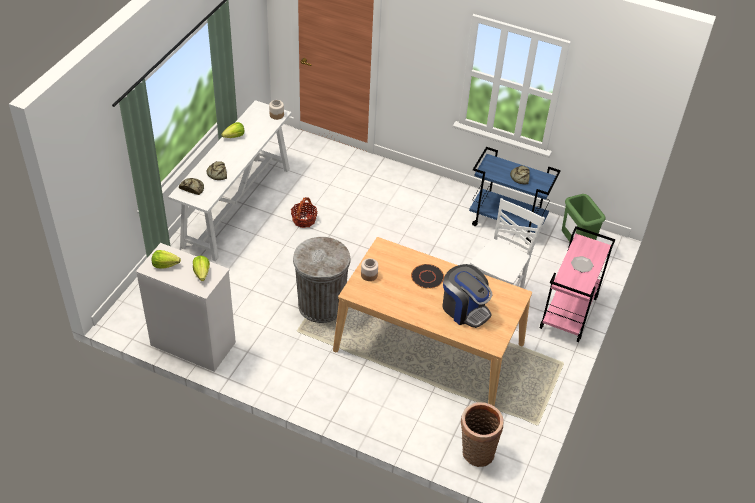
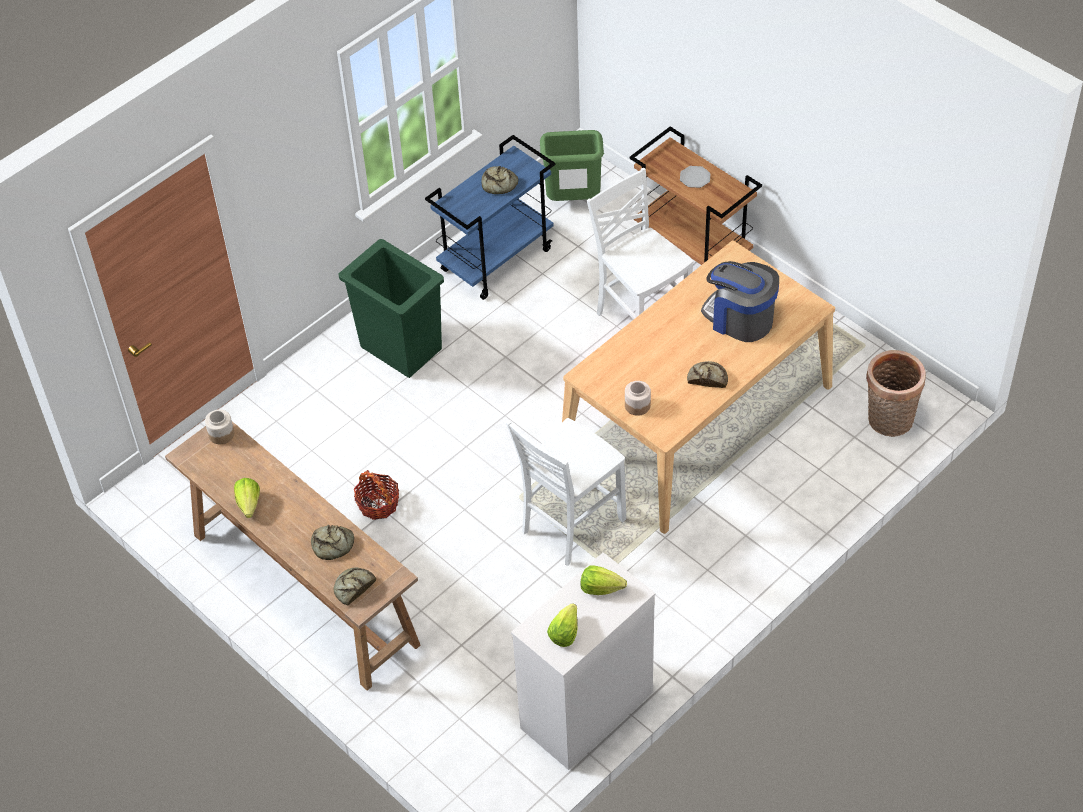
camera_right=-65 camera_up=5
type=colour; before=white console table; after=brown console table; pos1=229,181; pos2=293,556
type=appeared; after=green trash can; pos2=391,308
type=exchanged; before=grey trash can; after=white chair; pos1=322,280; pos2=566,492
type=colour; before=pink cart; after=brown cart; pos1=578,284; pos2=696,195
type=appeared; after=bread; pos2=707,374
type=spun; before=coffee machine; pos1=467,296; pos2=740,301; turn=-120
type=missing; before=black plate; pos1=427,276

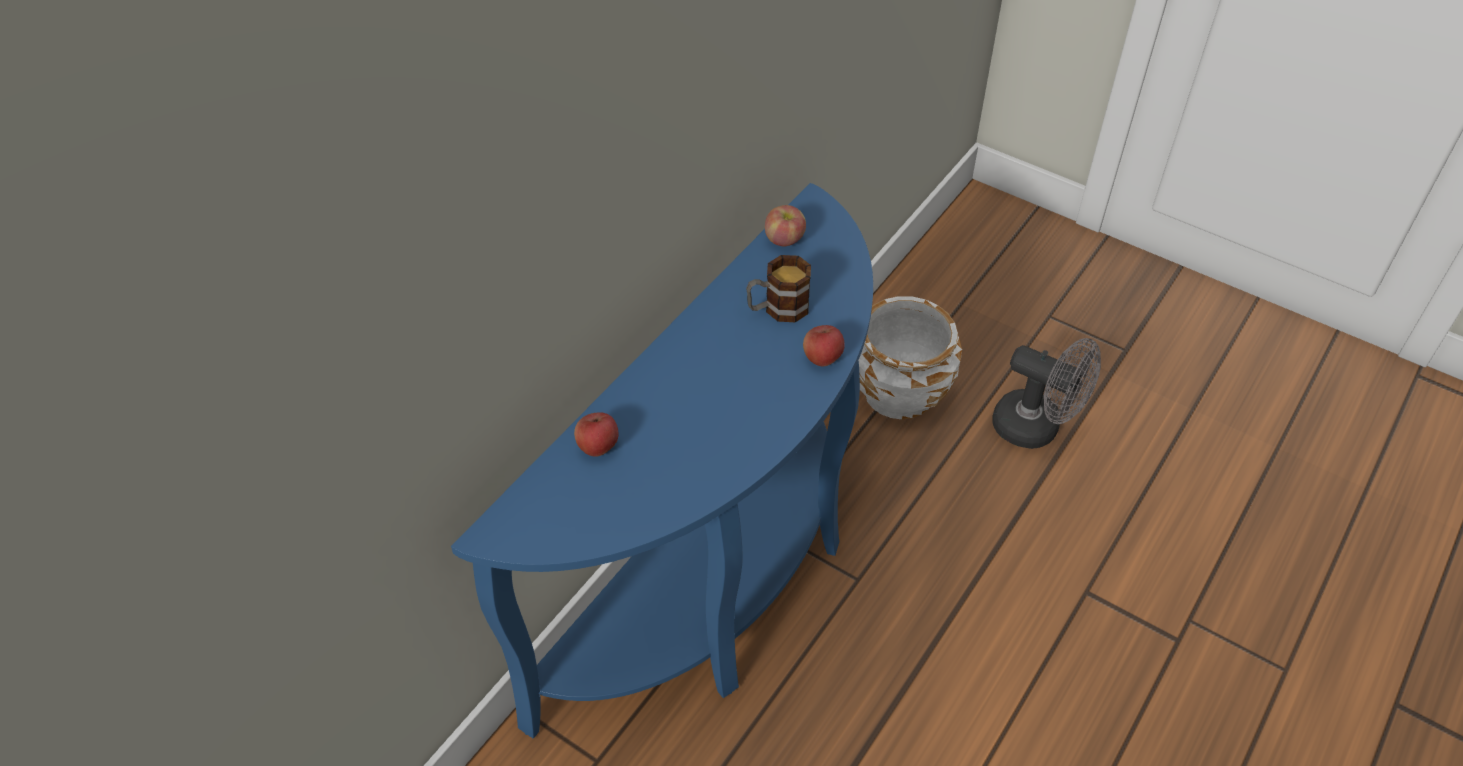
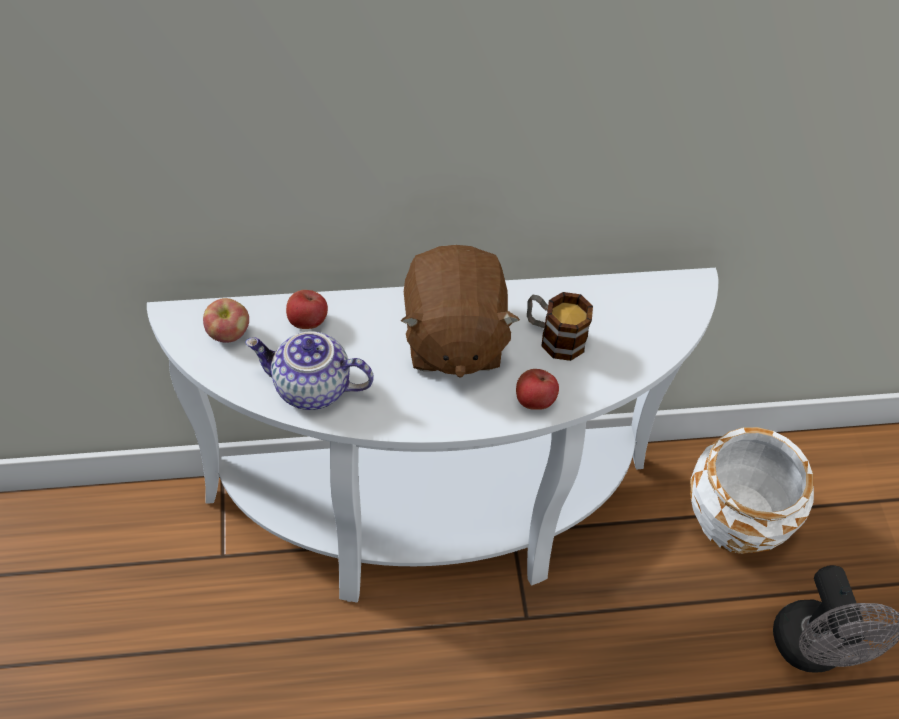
camera_right=45 camera_up=5
type=colour; before=blue console table; after=white console table; pos1=662,460; pos2=432,435
type=relocated; before=apple; pos1=785,225; pos2=226,320
type=appeared; after=teapot; pos2=309,370
type=appeared; after=brown plush toy; pos2=460,311

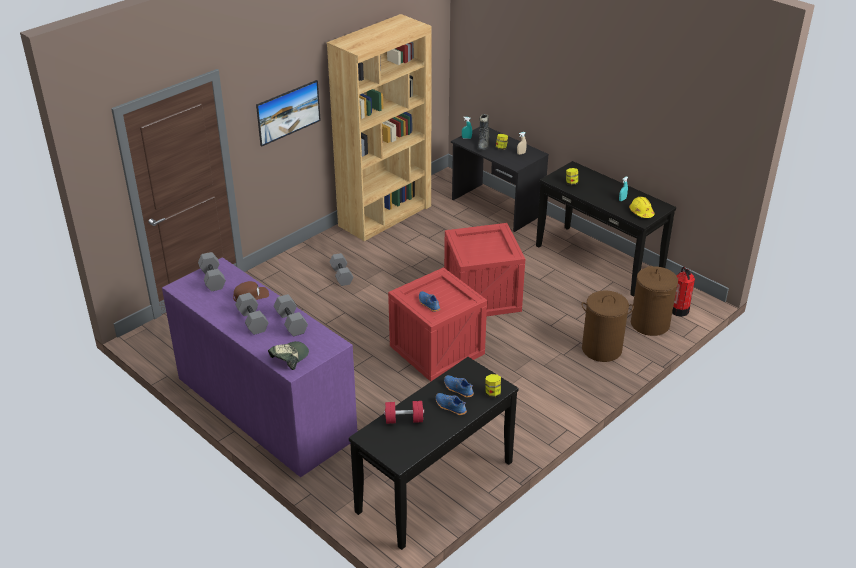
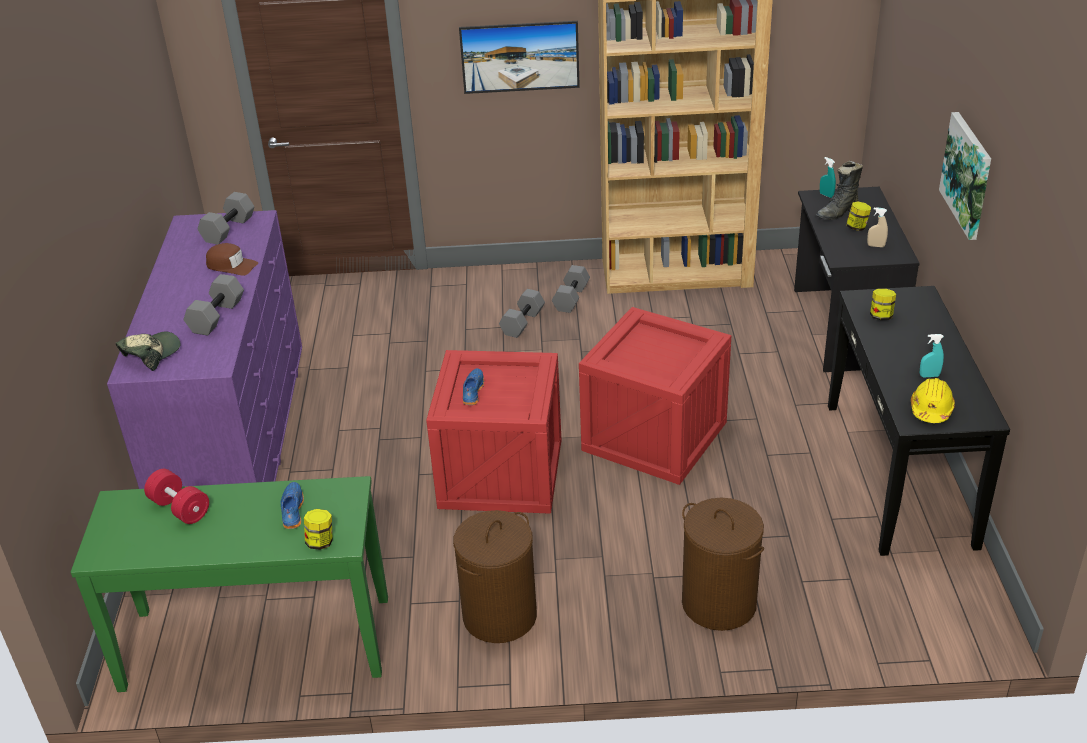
camera_right=45 camera_up=0
type=colour; before=black console table; after=green console table; pos1=434,453; pos2=229,584
type=spun; before=cap; pos1=288,355; pos2=148,351; turn=-45
type=relocated; before=brown laundry basket; pos1=654,301; pos2=495,576
type=relocated; before=grey dumbbell; pos1=252,314; pos2=571,289
type=appeared; after=picture; pos2=965,176
type=missing; before=blue shoe; pos1=451,404
type=missing; before=fire extinguisher; pos1=683,292

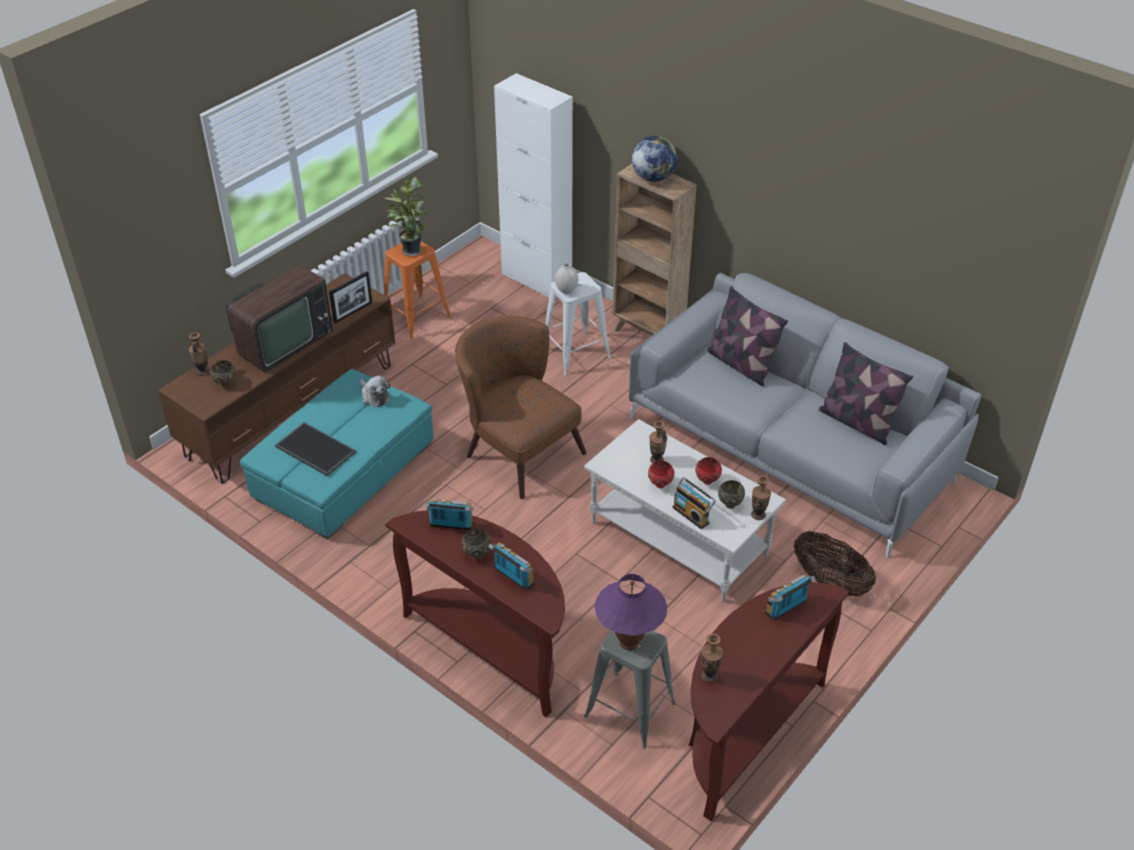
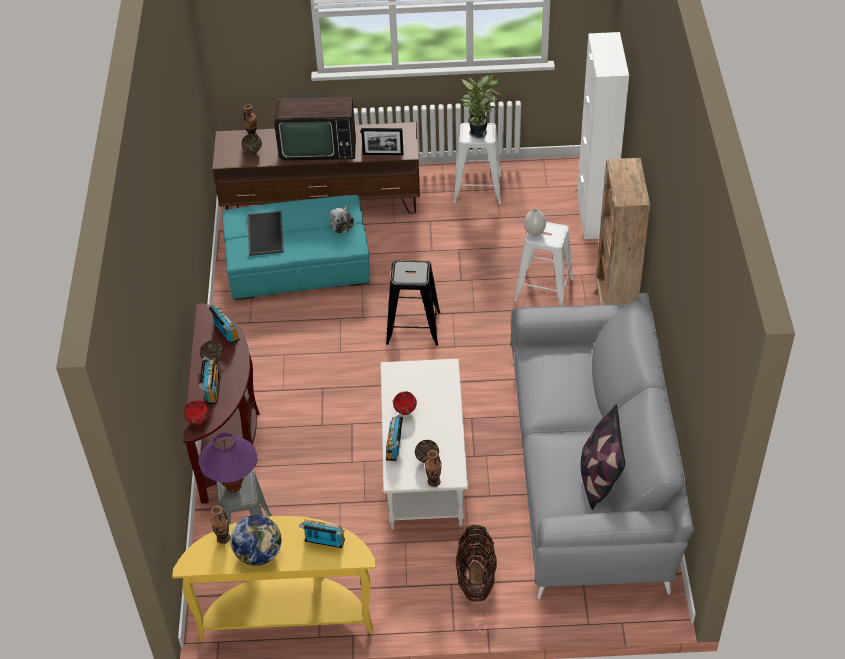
camera_right=50 camera_up=5
type=colour; before=brown console table; after=yellow console table; pos1=769,701; pos2=274,579
type=relocated; before=red bowl; pos1=708,471; pos2=196,413
type=relocated; before=globe; pos1=654,159; pos2=255,540
type=exchanged; before=brown armchair; after=black stool; pos1=521,407; pos2=413,303
type=colour; before=orange stool; after=white stool; pos1=417,290; pos2=477,163
type=missing; before=vase; pos1=658,442
type=missing; before=pillow; pos1=747,336

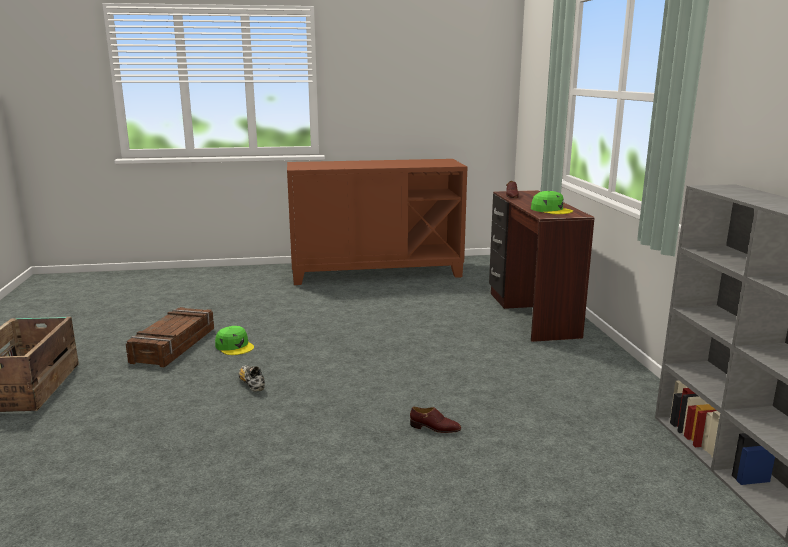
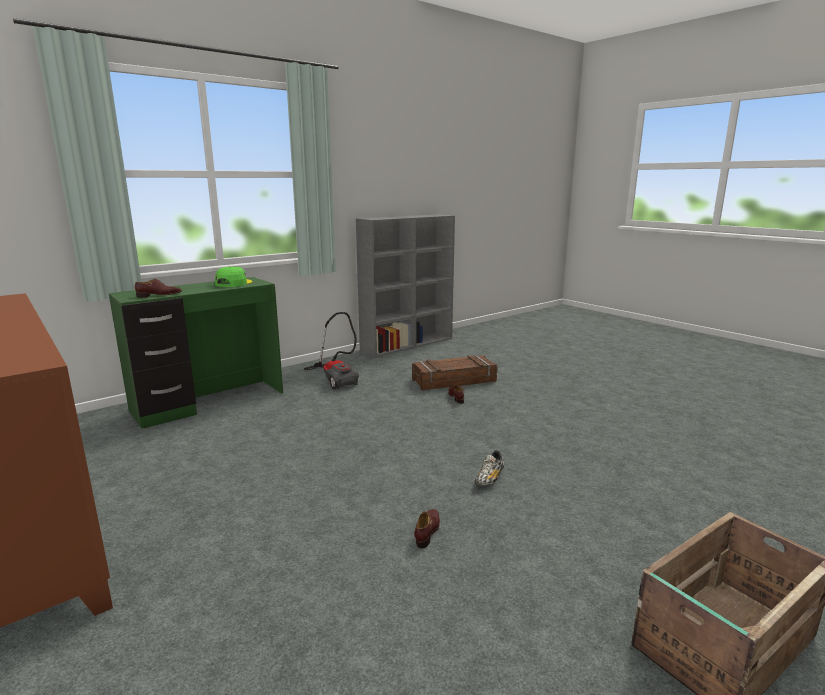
camera_right=-120 camera_up=0
type=colour; before=brown desk; after=green desk; pos1=542,266; pos2=196,353
type=appeared; after=vacuum cleaner; pos2=331,350
type=relocated; before=crate; pos1=170,337; pos2=455,373
type=exchanged; before=green cap; after=brown shoe; pos1=234,340; pos2=427,528

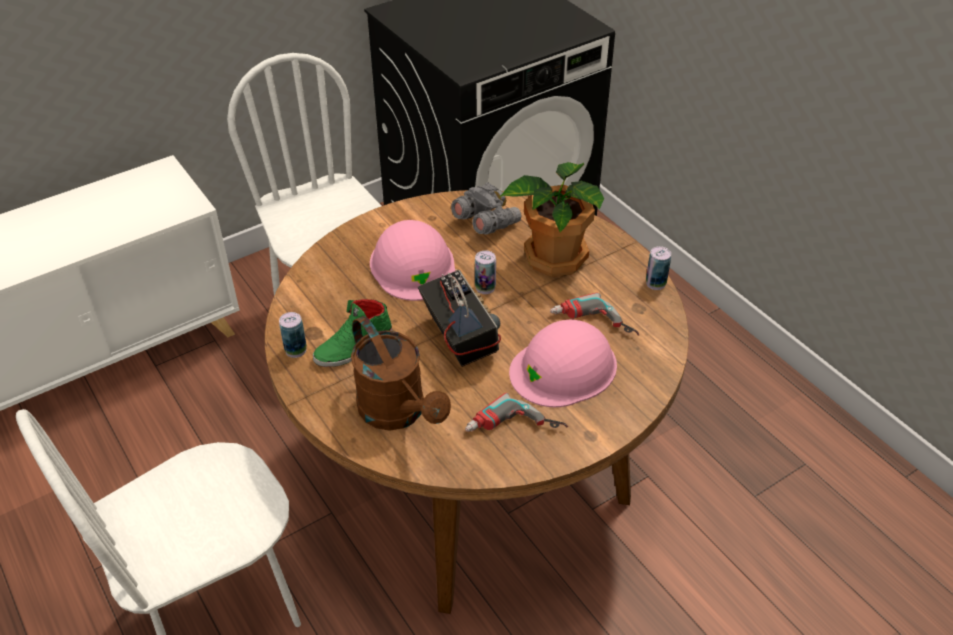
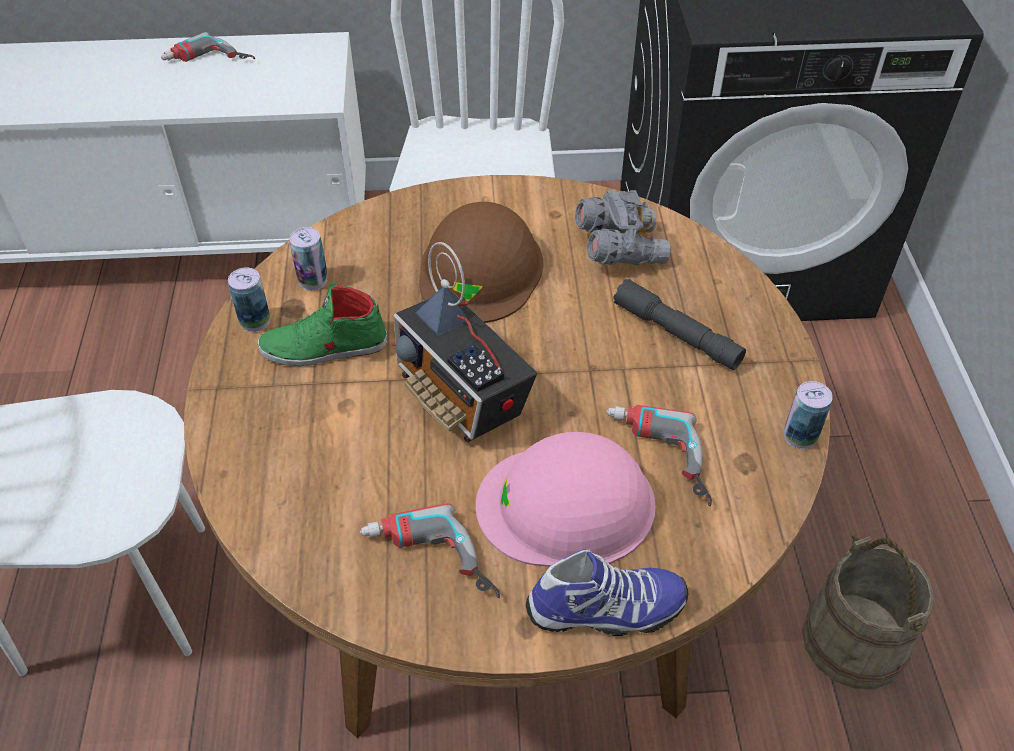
camera_right=30 camera_up=5
type=appeared; after=power drill; pos2=208,47
type=relocated; before=can; pos1=485,272; pos2=309,259
type=spun; before=radio; pos1=459,318; pos2=464,342; turn=135
type=colour; before=pink hard hat; after=brown hard hat; pos1=412,260; pos2=481,262
type=appeared; after=shoe; pos2=607,592
type=exchanged; before=potted plant; after=grey flashlight; pos1=552,219; pos2=679,324
type=appeared; after=beige bucket; pos2=868,611
type=missing; before=brown watering can; pos1=401,373

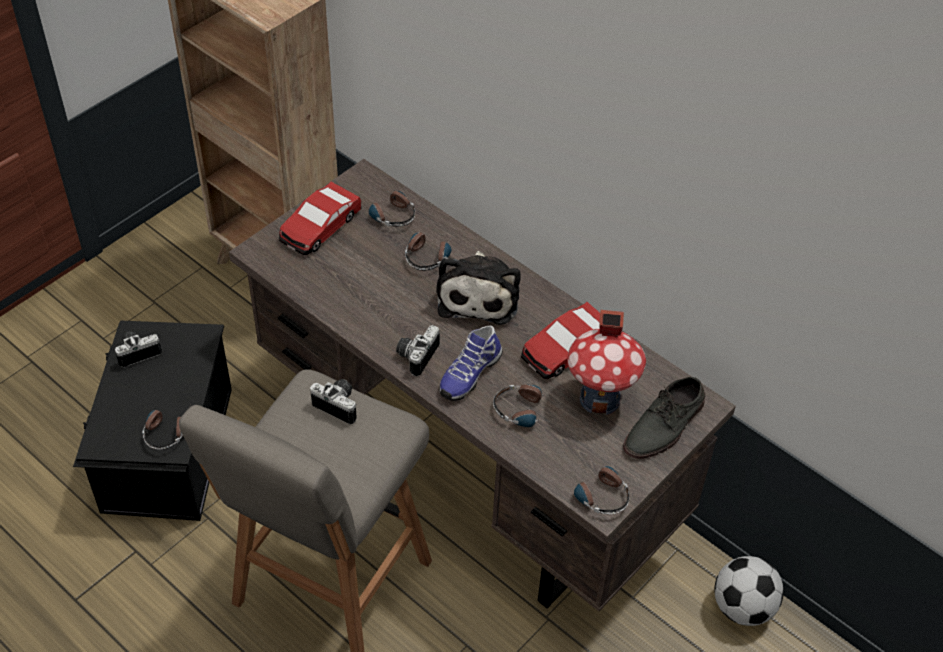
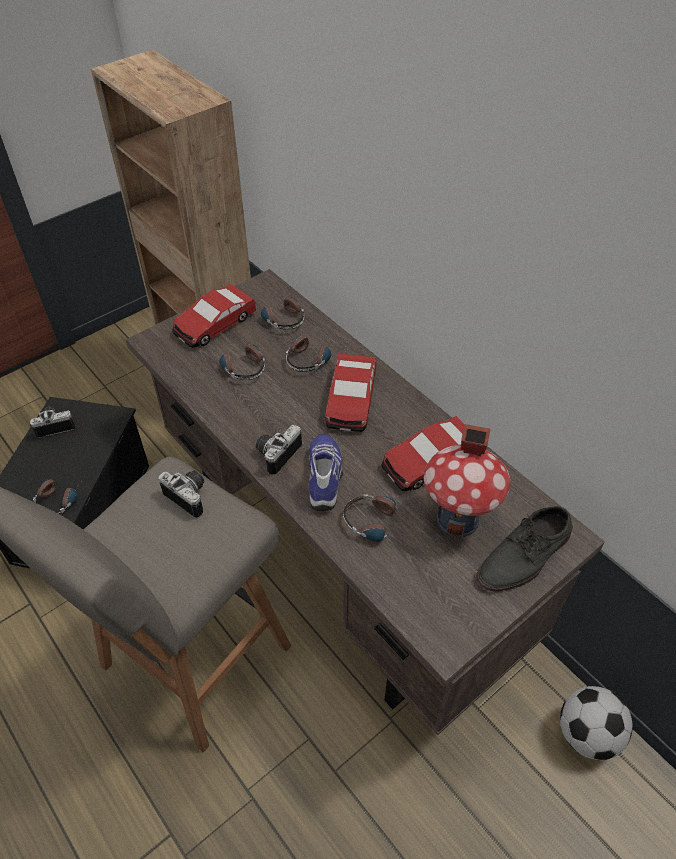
camera_right=10 camera_up=0
type=relocated; before=headphones; pos1=601,485; pos2=242,360
type=spun; before=shoe; pos1=471,363; pos2=325,472; turn=135
type=exchanged; before=plush toy; after=toy car; pos1=478,288; pos2=350,393

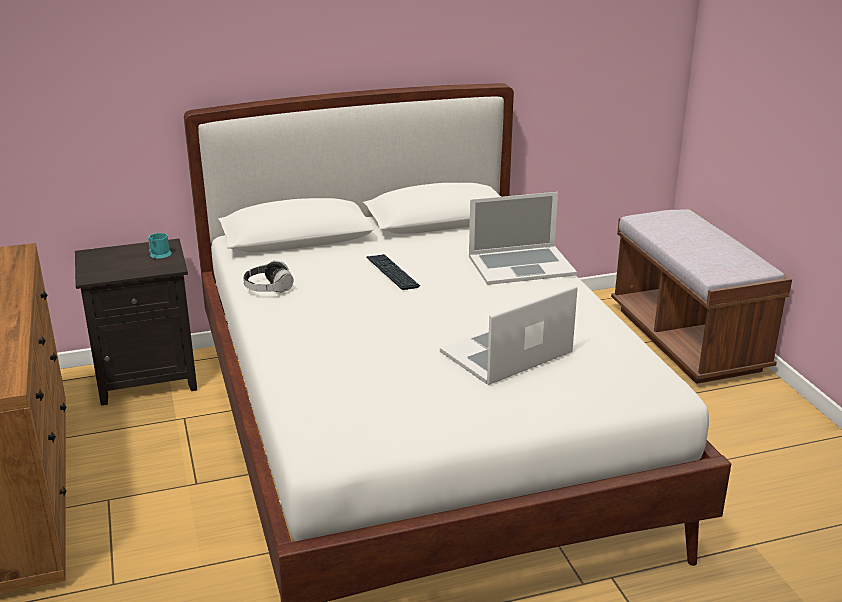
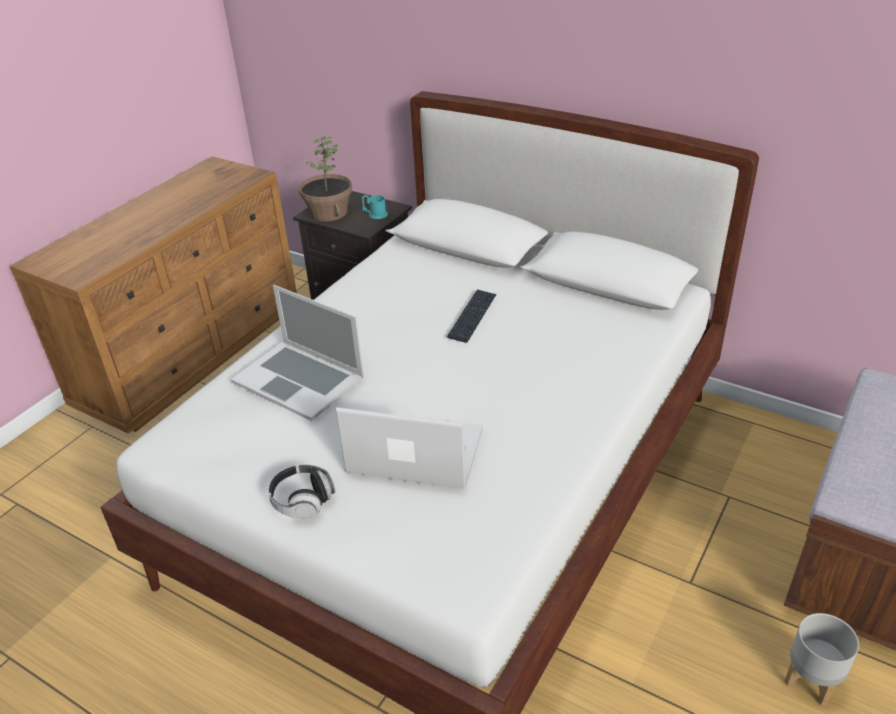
camera_right=50 camera_up=10
type=relocated; before=laptop; pos1=523,238; pos2=297,353
type=relocated; before=headphones; pos1=268,277; pos2=302,492
type=appeared; after=potted plant; pos2=325,179
type=appeared; after=grey planter; pos2=822,659

